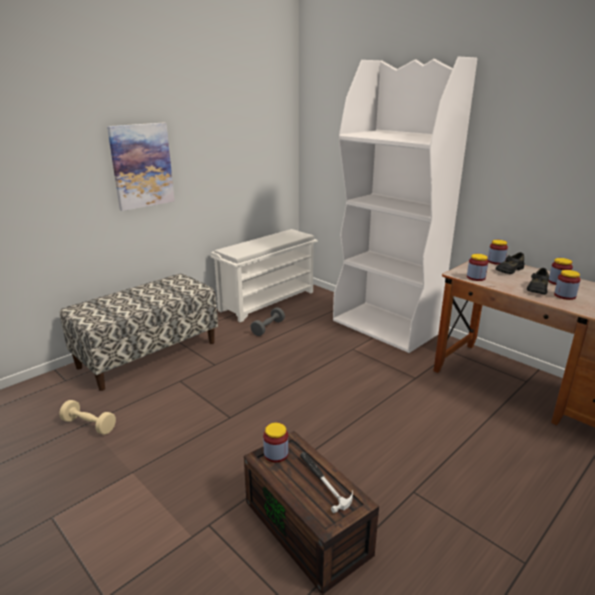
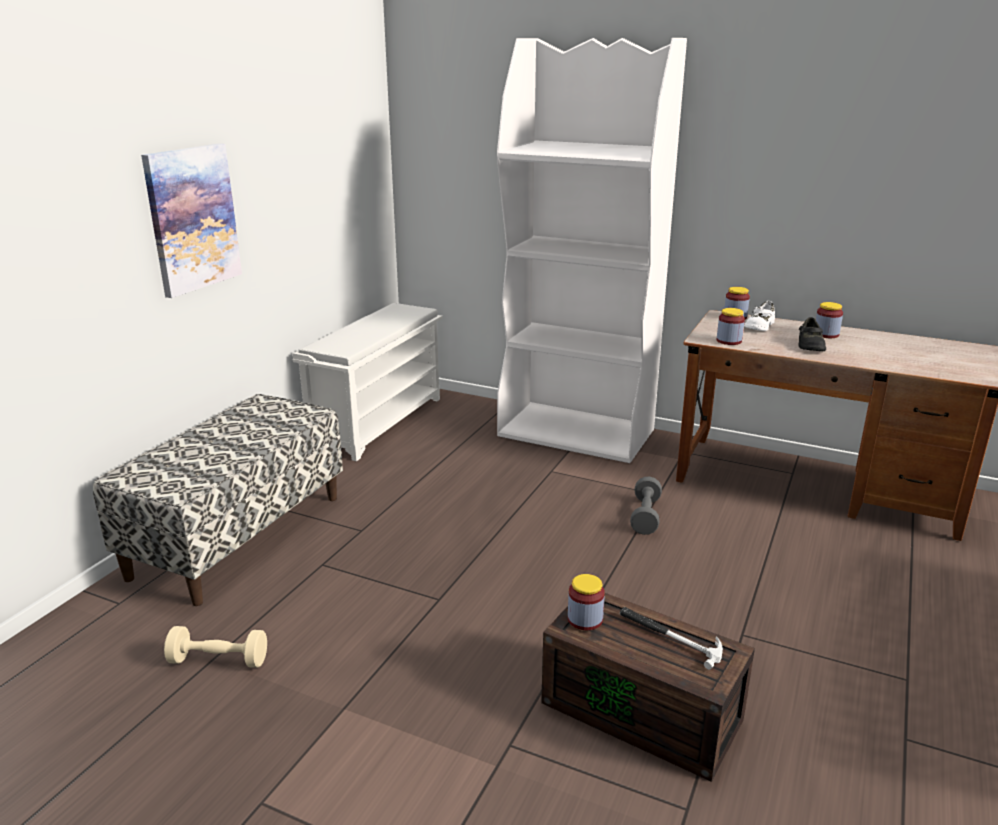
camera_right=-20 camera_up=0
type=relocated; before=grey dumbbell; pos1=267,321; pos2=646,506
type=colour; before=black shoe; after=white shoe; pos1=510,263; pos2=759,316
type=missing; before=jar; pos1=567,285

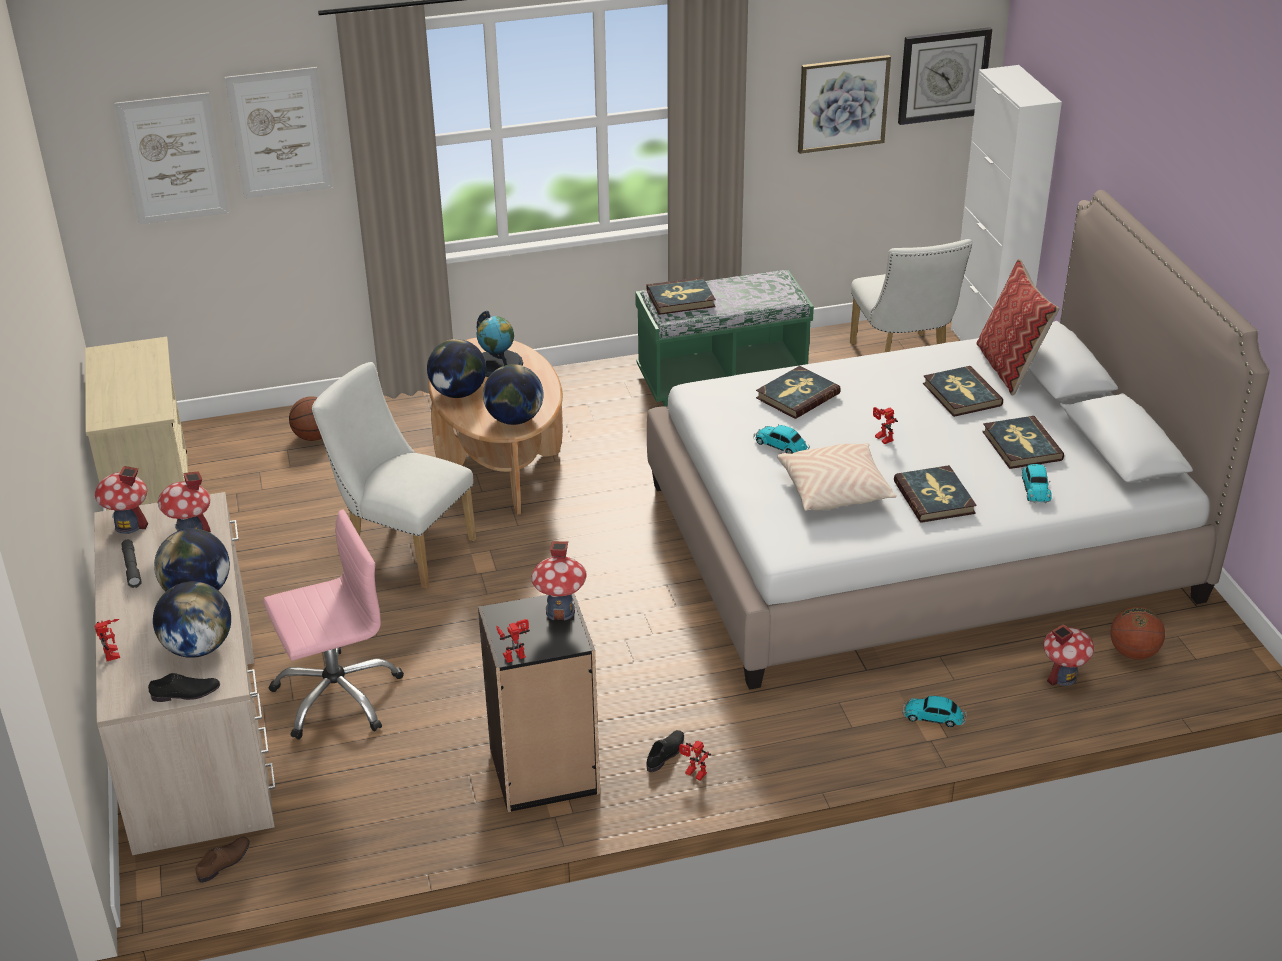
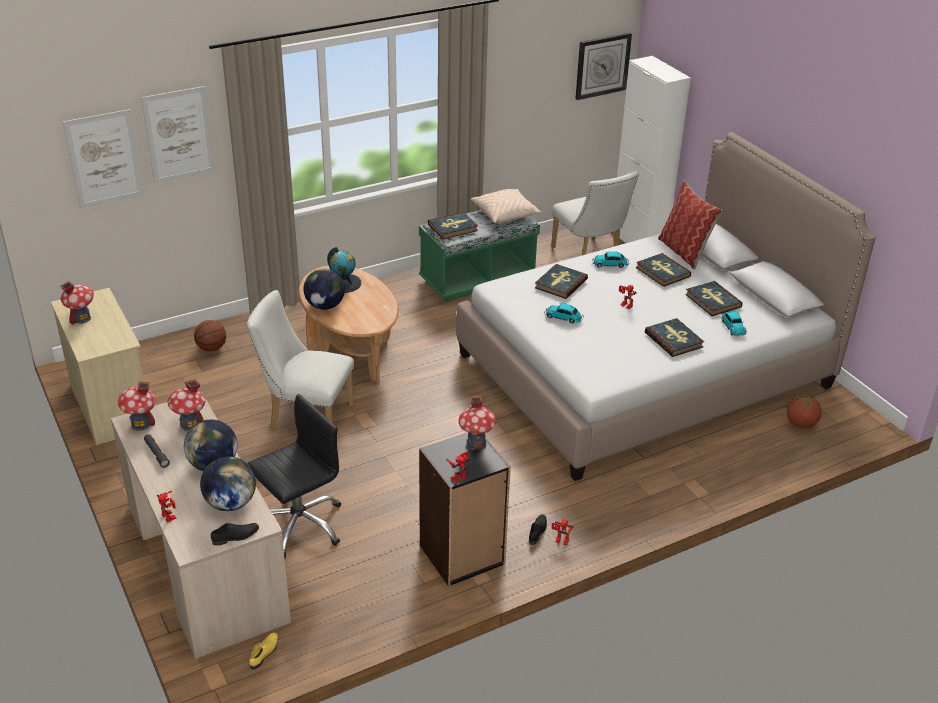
camera_right=-15 camera_up=0
type=relocated; before=toy house; pos1=1068,655; pos2=77,303
type=colour; before=pink office chair; after=black office chair; pos1=333,624; pos2=294,476
type=colour; before=brown shoe; after=yellow shoe; pos1=223,860; pos2=263,651
type=relocated; before=beige pillow; pos1=837,477; pos2=506,206
type=relocated; before=toy car; pos1=934,711; pos2=610,259
type=missing; before=globe; pos1=513,394
type=missing; before=picture; pos1=844,104

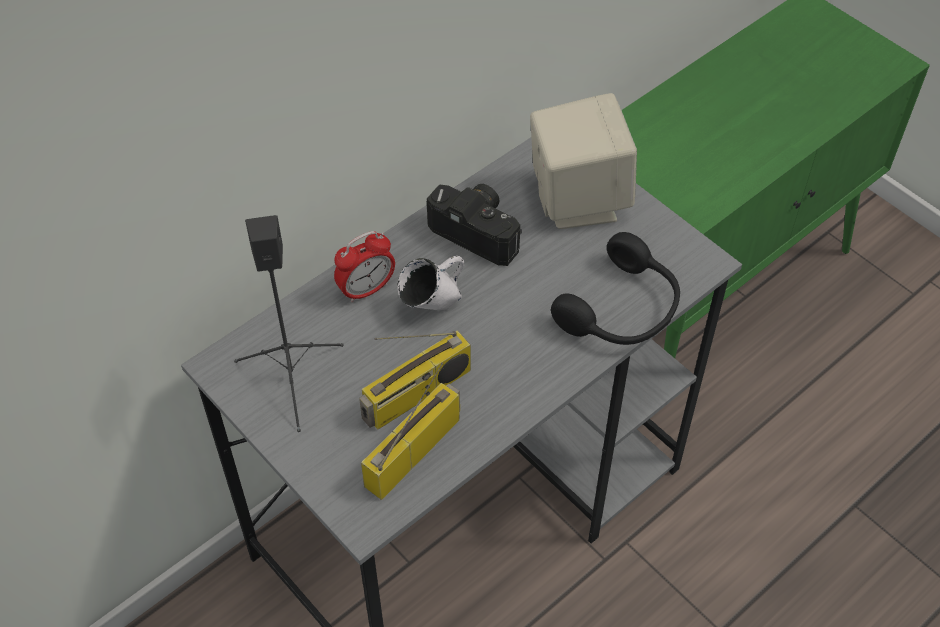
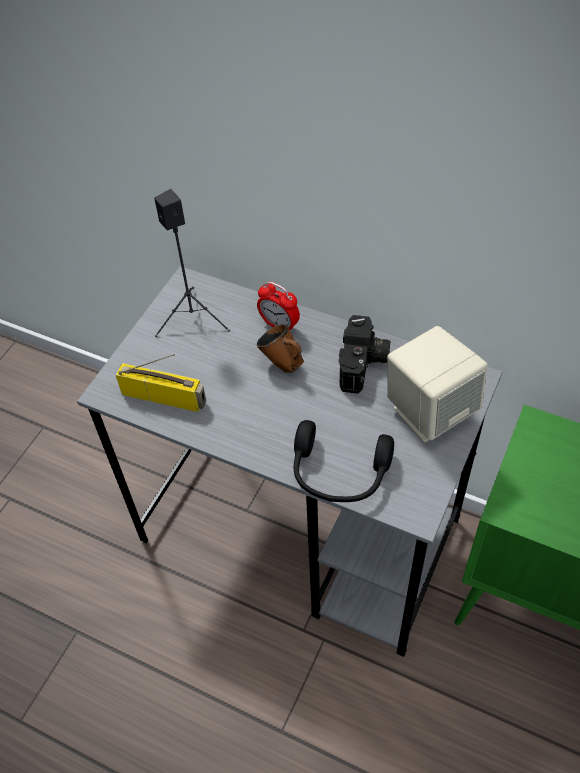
camera_right=70 camera_up=0
type=colour; before=white mug; after=brown mug; pos1=431,283; pos2=280,348
type=missing; before=radio; pos1=415,380

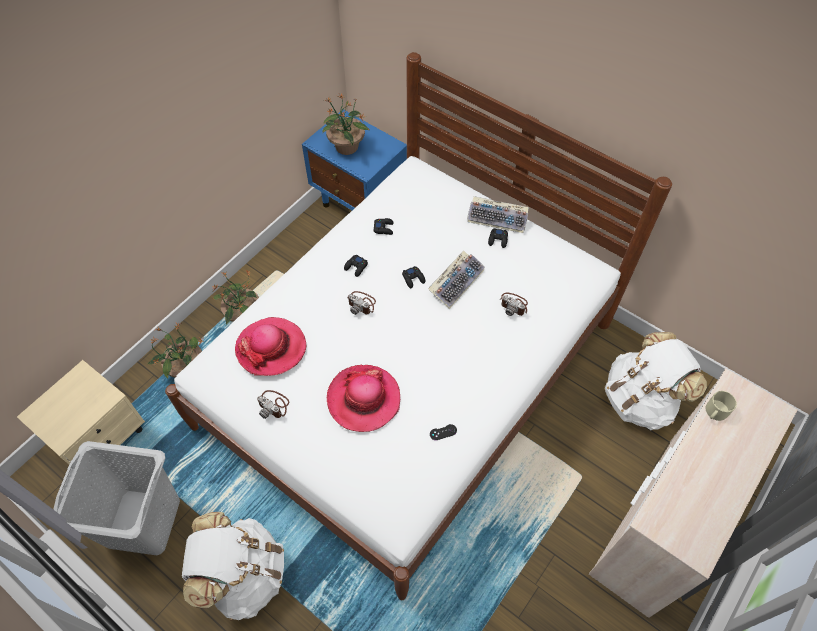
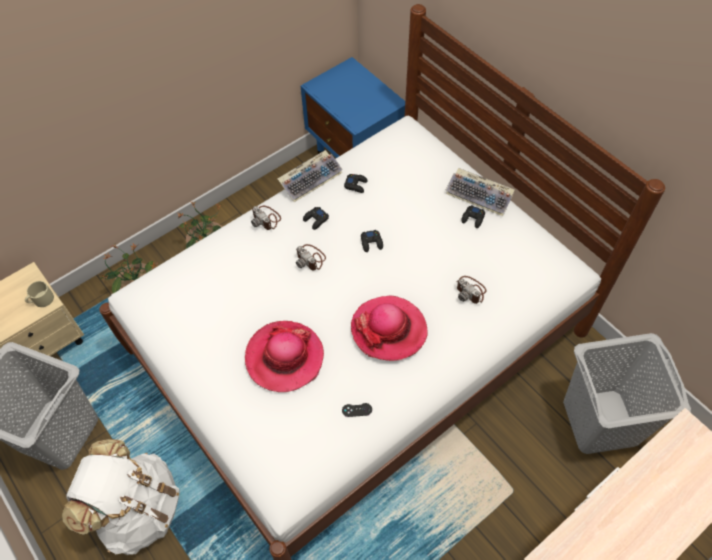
camera_right=15 camera_up=0
type=relocated; before=beige mug; pos1=721,406; pos2=39,294
type=relocated; before=photo camera; pos1=273,404; pos2=266,218
type=relocated; before=keyboard; pos1=456,280; pos2=310,176
type=relocated; before=hat; pos1=271,346; pos2=389,328
type=exchanged; before=white backpack; after=grey laundry basket; pos1=656,381; pos2=627,393
type=missing; before=potted plant; pos1=346,124

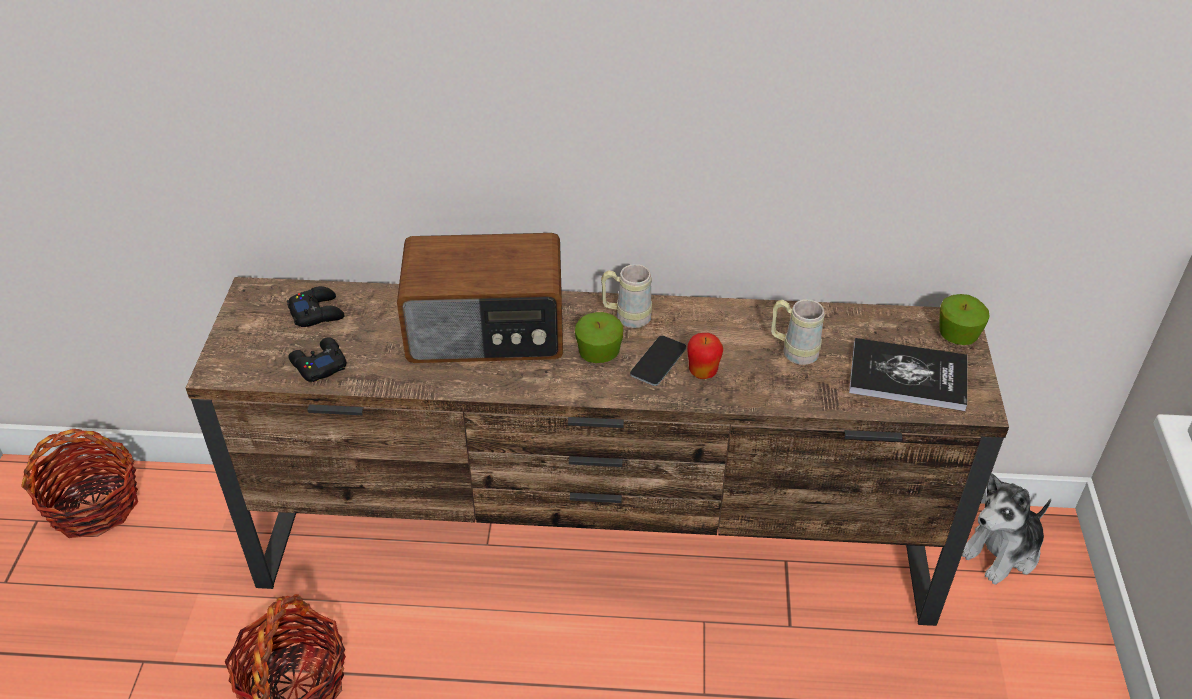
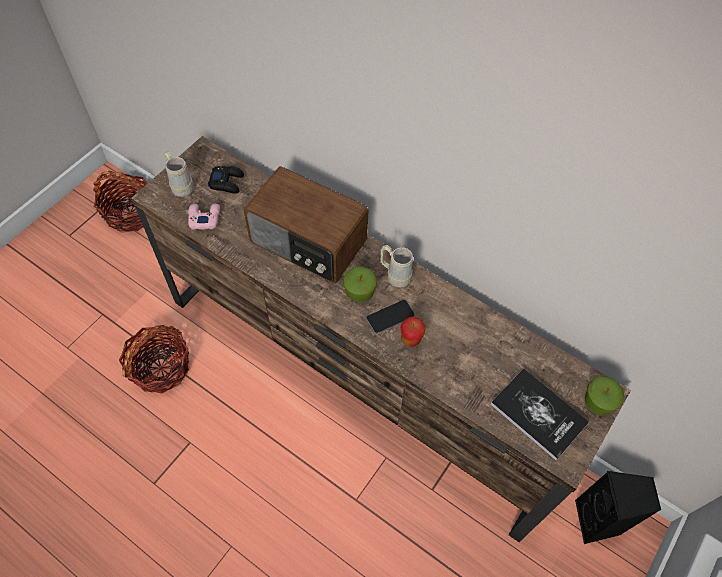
camera_right=30 camera_up=15
type=relocated; before=beige mug; pos1=798,332; pos2=178,174
type=colour; before=black game controller; after=pink game controller; pos1=317,359; pos2=204,217
type=exchanged; before=plush toy; after=black speaker; pos1=1006,529; pos2=618,507

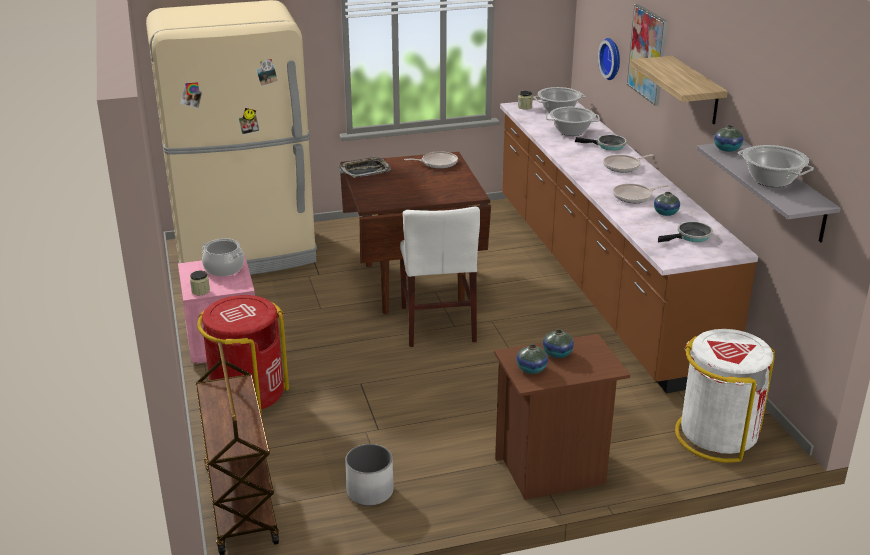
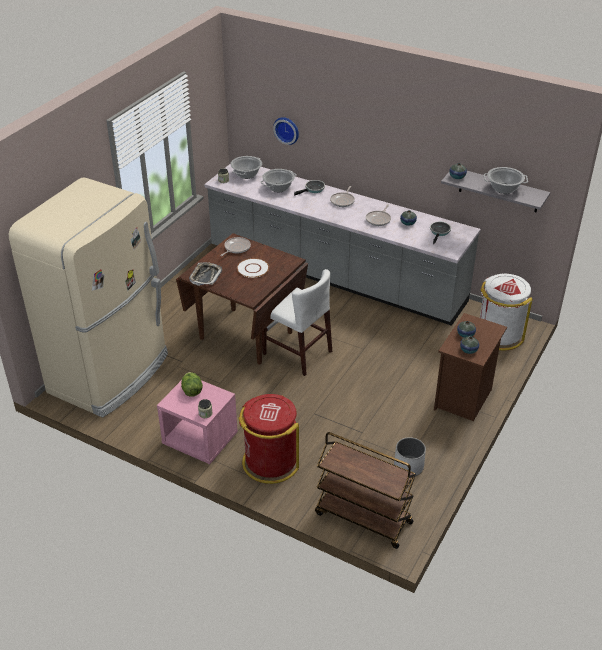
camera_right=-45 camera_up=10
type=exchanged; before=cooking pot; after=lettuce; pos1=223,257; pos2=192,384
type=colour; before=brown counter; after=grey counter; pos1=629,246; pos2=342,245
type=appeared; after=white plate; pos2=253,268
type=missing; before=picture; pos1=647,55
type=missing; before=shelf; pos1=679,90

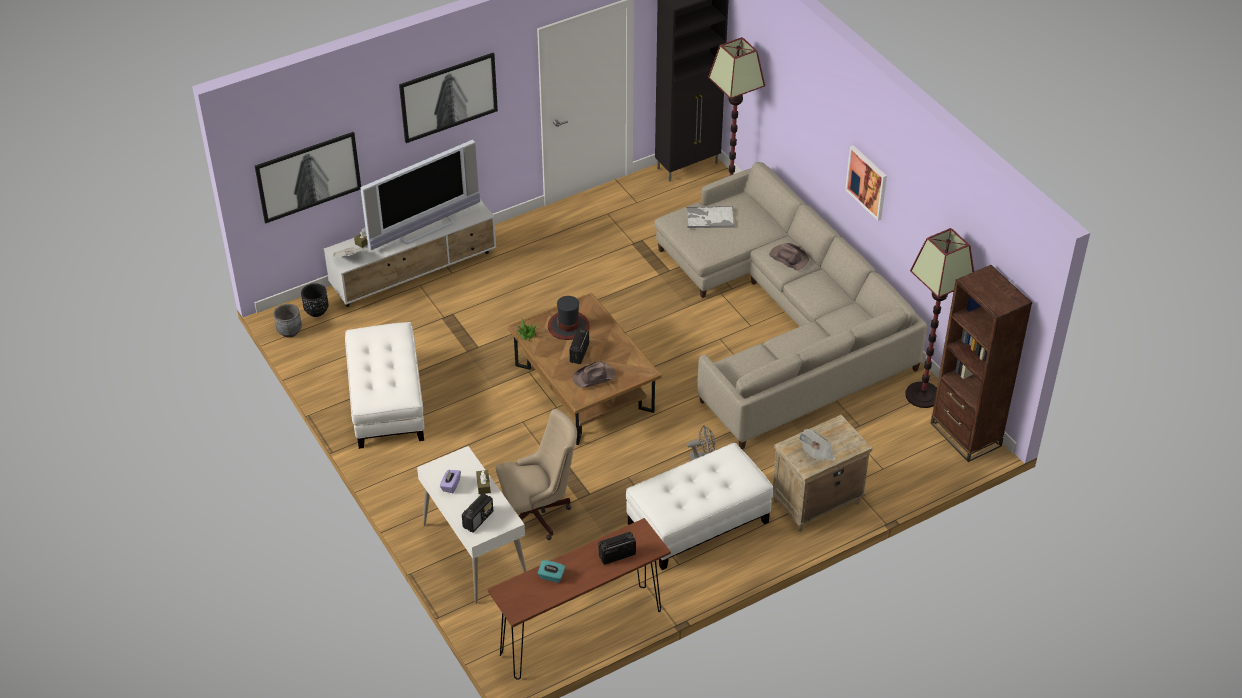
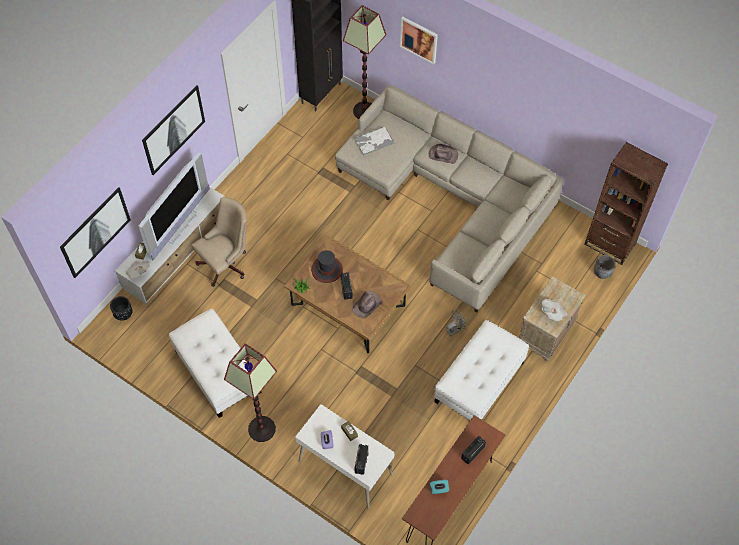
camera_right=-25 camera_up=15
type=relocated; before=beige office chair; pos1=536,474; pos2=219,242
type=relocated; before=floor lamp; pos1=939,318; pos2=250,393
type=relocated; before=picture; pos1=866,183; pos2=419,41
type=relocated; before=grey planter; pos1=288,321; pos2=605,267

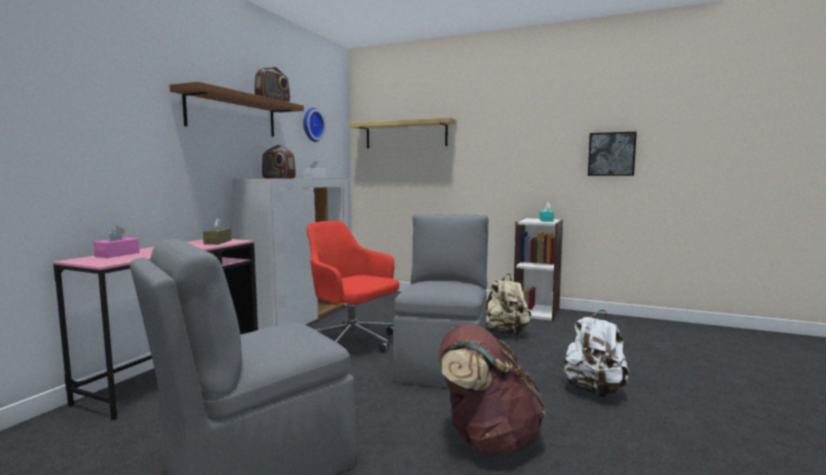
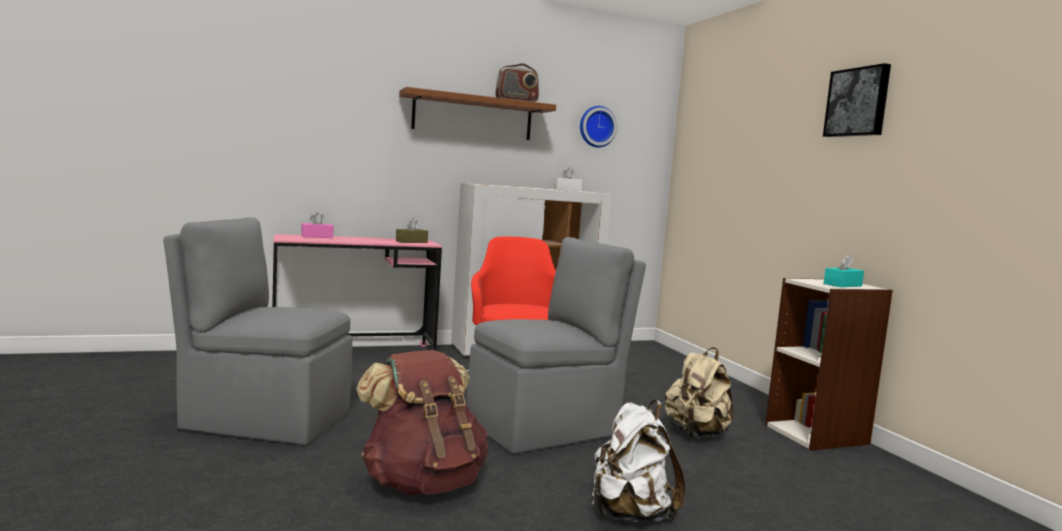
camera_right=45 camera_up=0
type=relocated; before=picture; pos1=612,153; pos2=857,100
type=missing; before=radio; pos1=279,162
type=missing; before=shelf; pos1=403,133

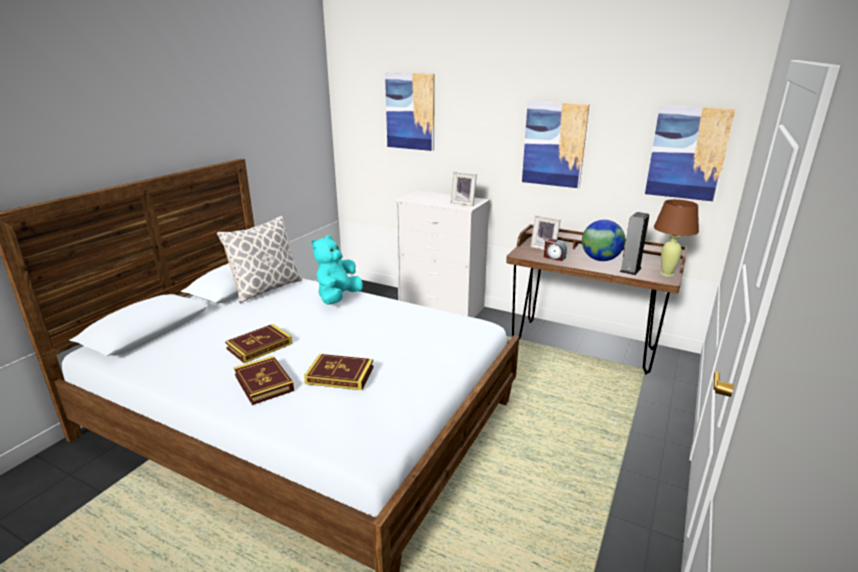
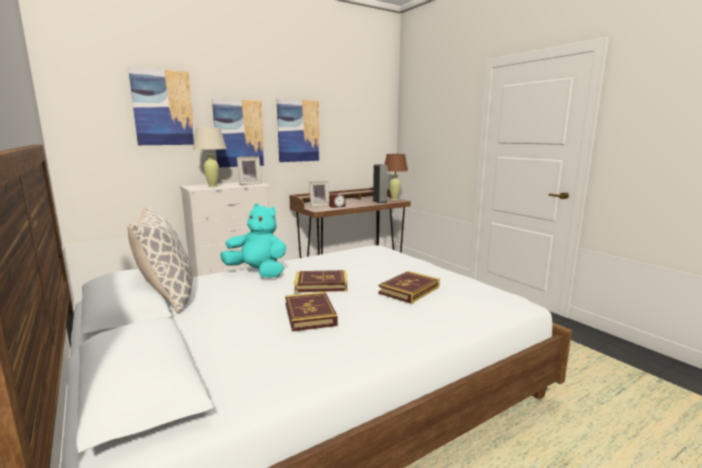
camera_right=-60 camera_up=-10
type=appeared; after=beige table lamp; pos2=210,157
type=relocated; before=picture; pos1=690,154; pos2=238,133
type=spun; before=turquoise plush toy; pos1=337,270; pos2=253,240; turn=150
type=relocated; before=book; pos1=264,380; pos2=320,281
type=missing; before=globe; pos1=603,240

